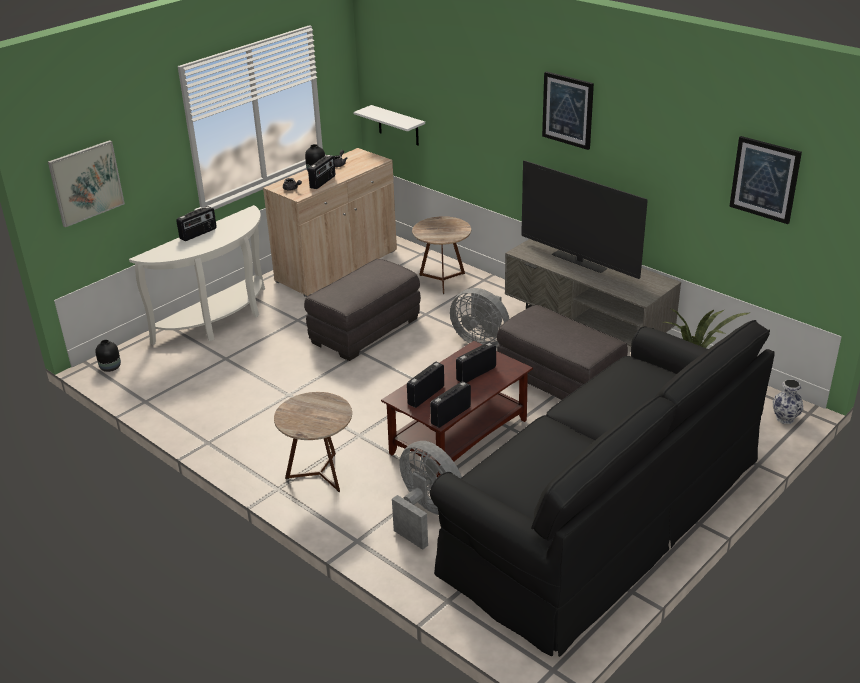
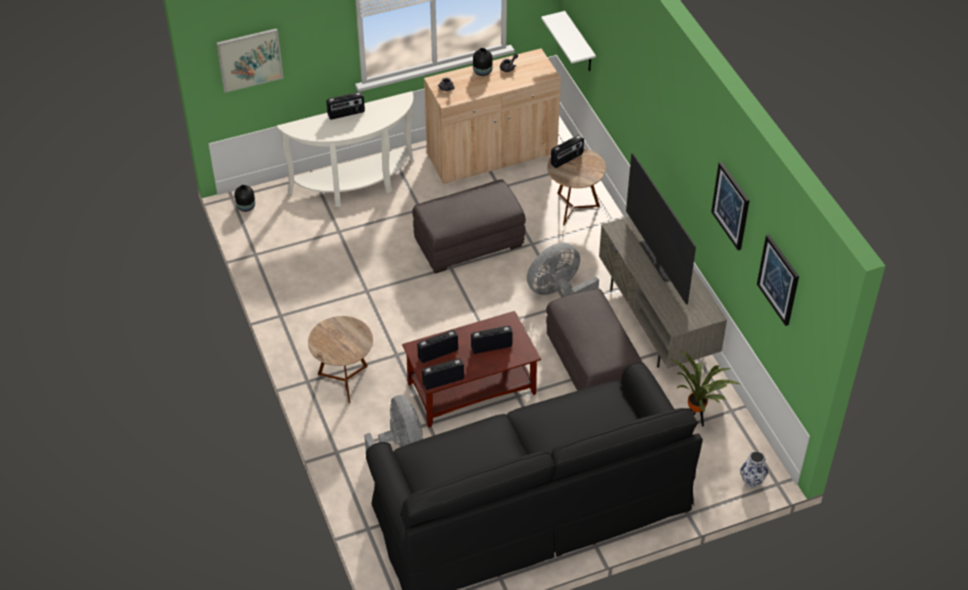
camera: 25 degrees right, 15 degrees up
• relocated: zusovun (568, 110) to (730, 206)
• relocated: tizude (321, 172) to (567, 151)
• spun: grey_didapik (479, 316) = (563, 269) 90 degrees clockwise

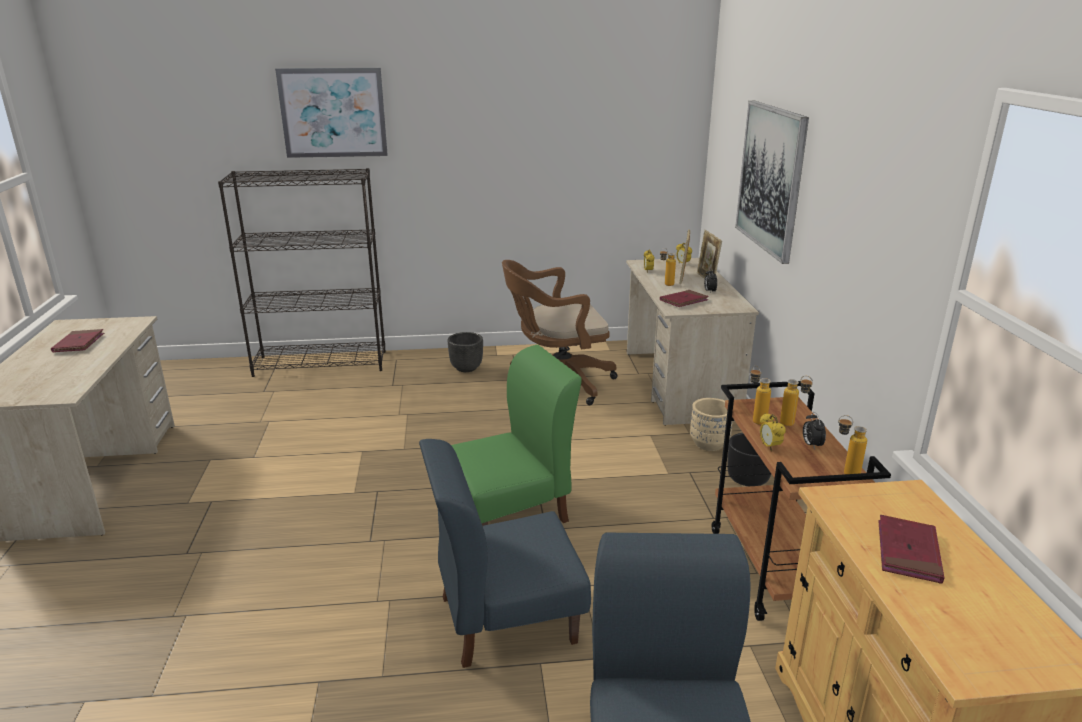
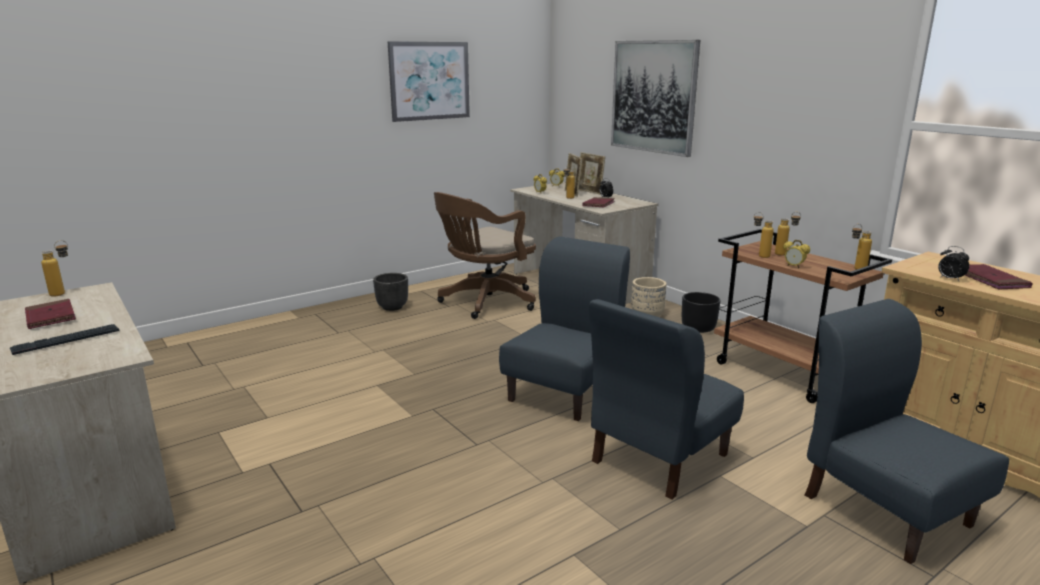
camera: 30 degrees left, 5 degrees down
• relocated: zusovun (331, 113) to (429, 81)
• missing: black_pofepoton (302, 272)
• colour: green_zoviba (516, 435) to blue_zoviba (564, 328)
• relocated: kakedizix (814, 431) to (953, 263)
• appeared: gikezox (54, 268)
• appeared: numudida (64, 339)

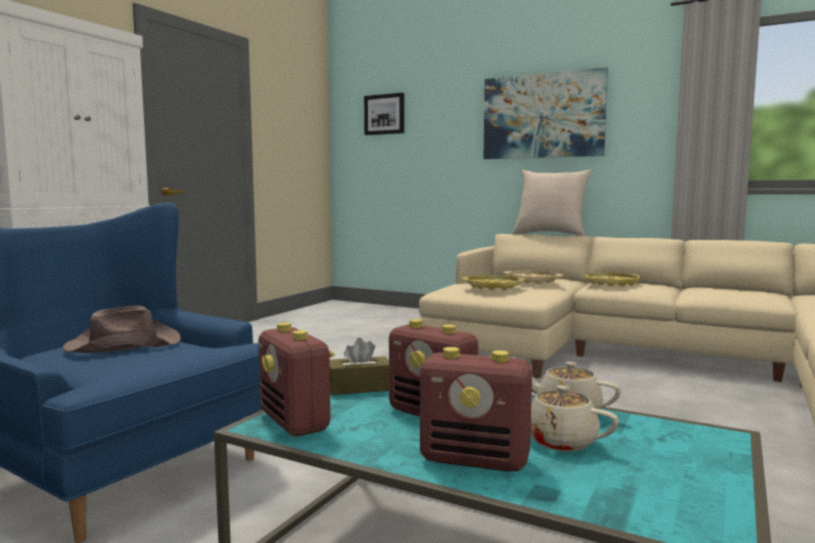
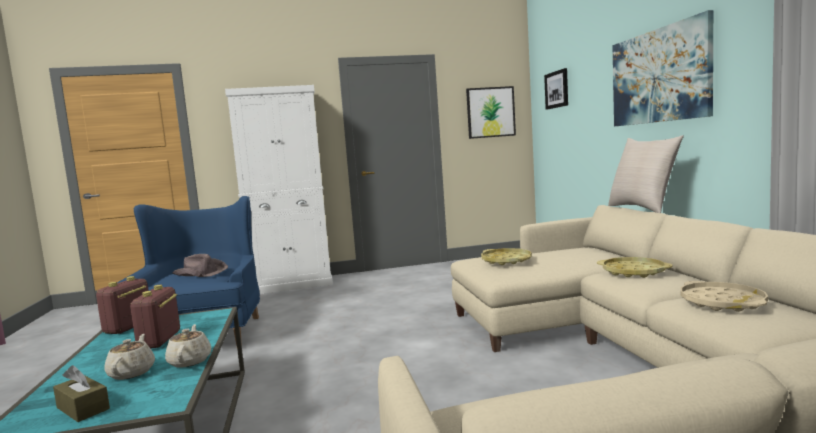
camera: 50 degrees right, 0 degrees up
• relocated: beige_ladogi (533, 277) to (724, 296)
• relocated: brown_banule (359, 366) to (81, 393)
• missing: tizude (476, 409)
• appeared: zusovun (491, 112)

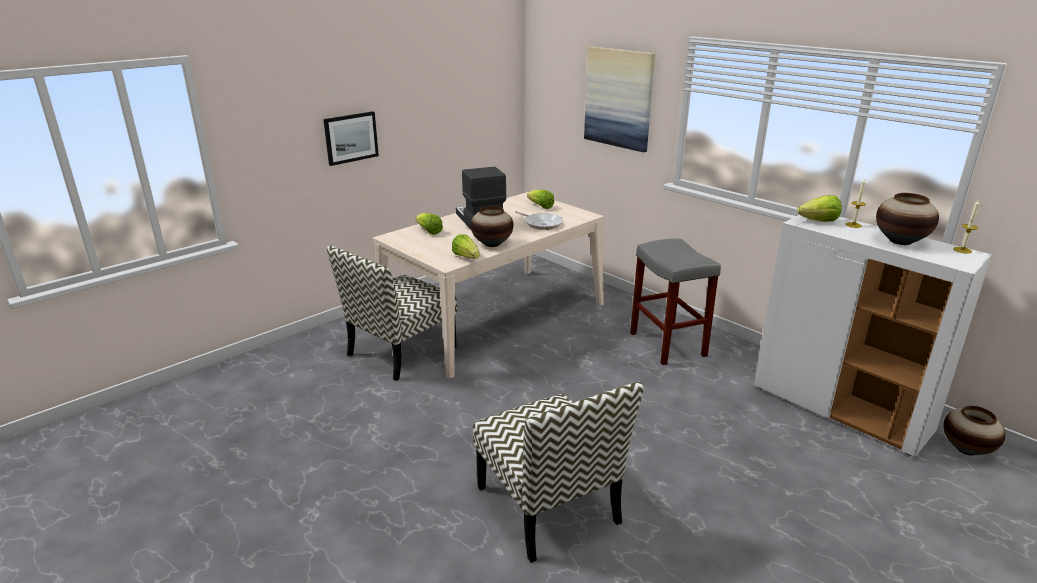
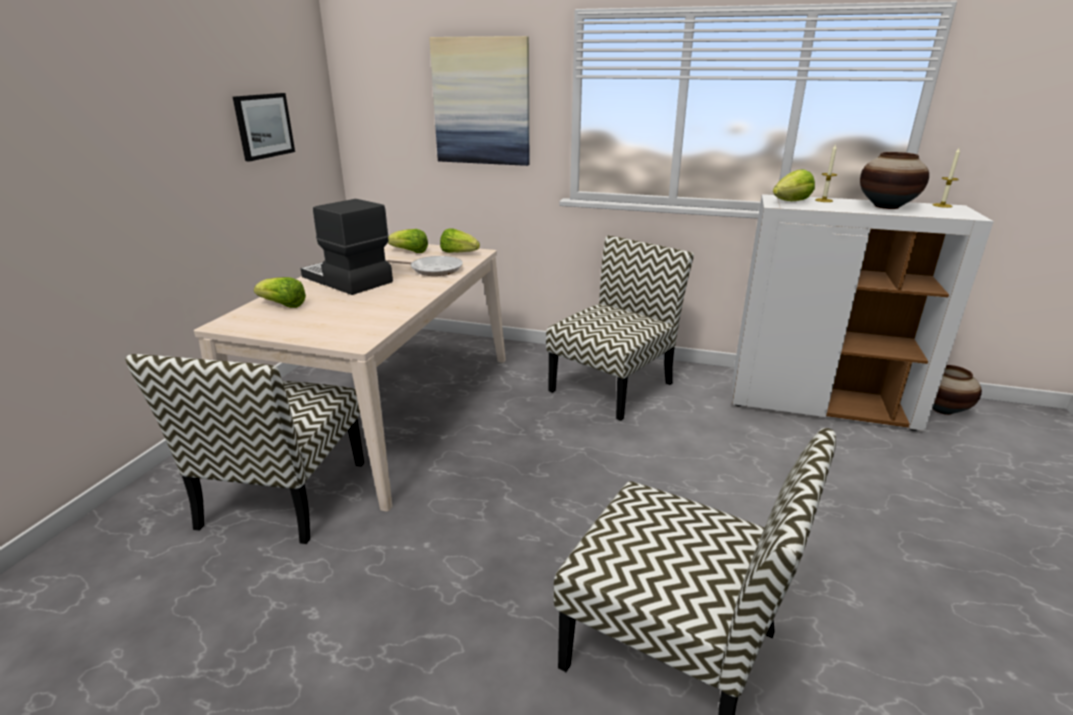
camera: 30 degrees left, 0 degrees up
• relocated: zusovun (351, 138) to (264, 127)
• missing: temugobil (491, 226)
• relocated: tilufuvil (466, 246) to (460, 240)
• exchanged: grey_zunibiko (675, 302) to zoviba (620, 328)

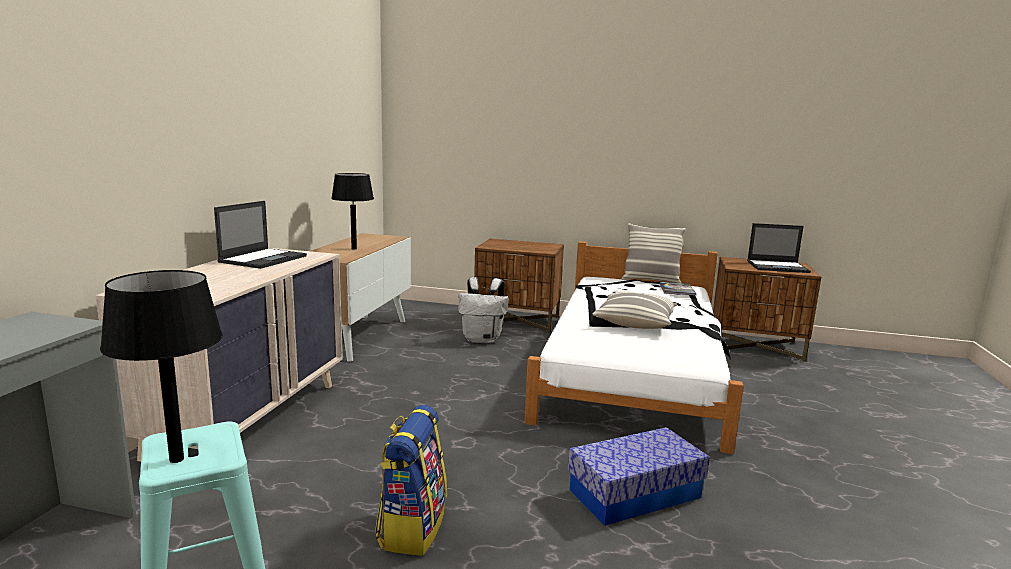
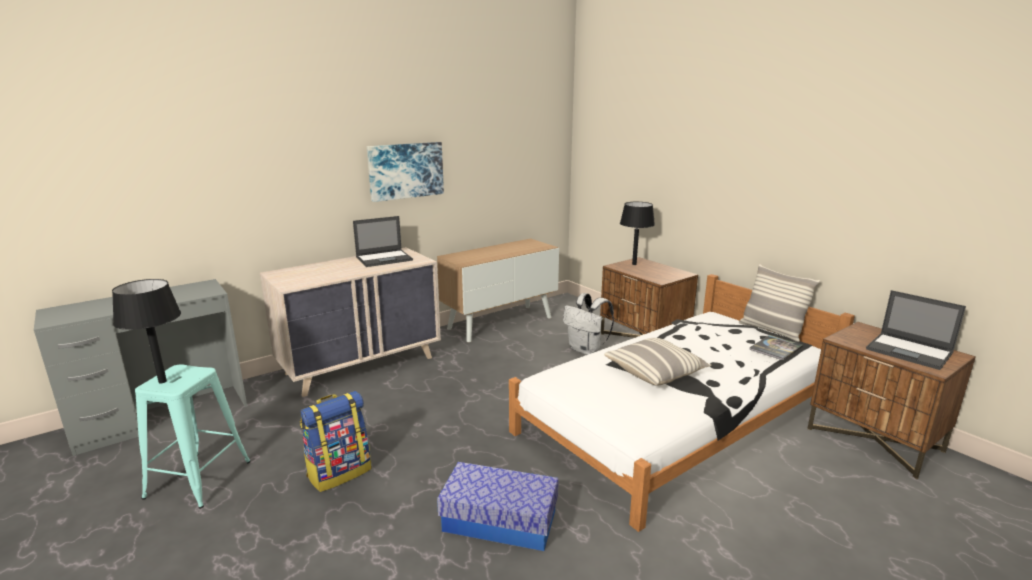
camera: 40 degrees right, 5 degrees up
• relocated: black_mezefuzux (352, 211) to (637, 233)
• appeared: zusovun (405, 172)

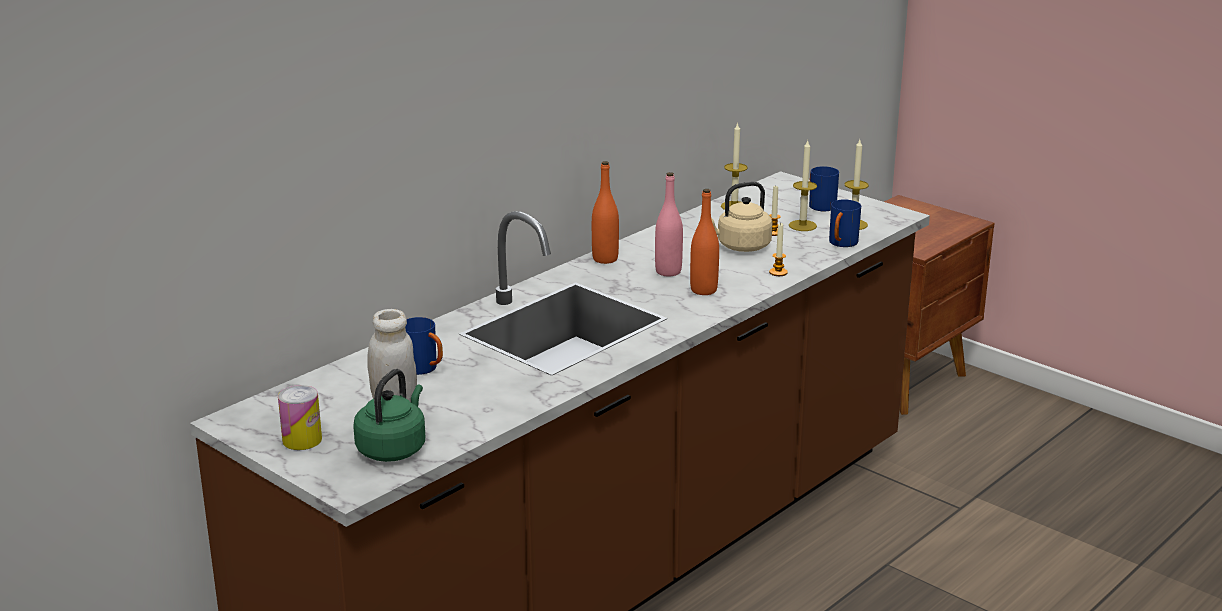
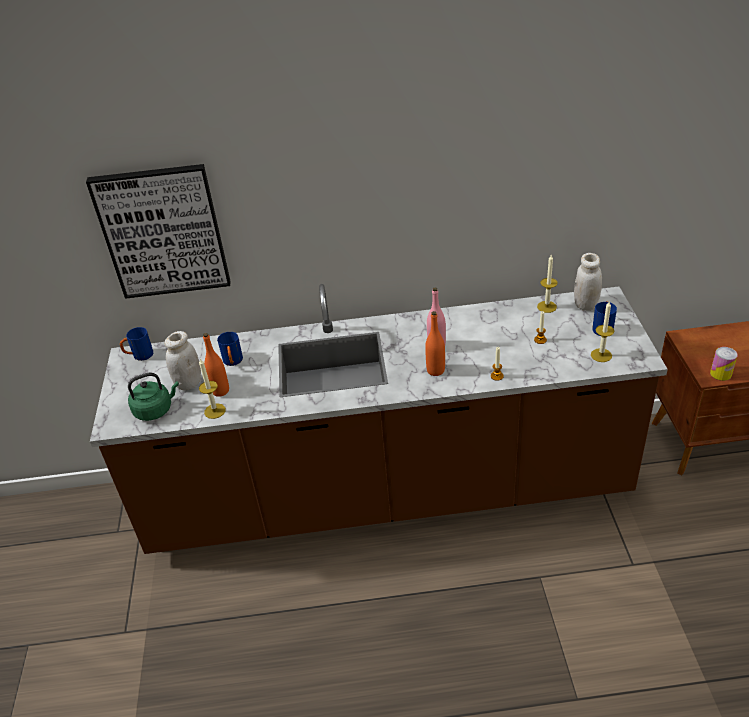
camera: 45 degrees right, 15 degrees up
• relocated: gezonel (803, 185) to (212, 389)
• relocated: orange_gikezox (605, 212) to (216, 365)
• missing: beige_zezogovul (742, 217)
• relocated: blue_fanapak (845, 223) to (136, 344)
• relocated: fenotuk (300, 417) to (724, 364)
• appeared: zusovun (158, 231)
• appeared: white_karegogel (588, 282)

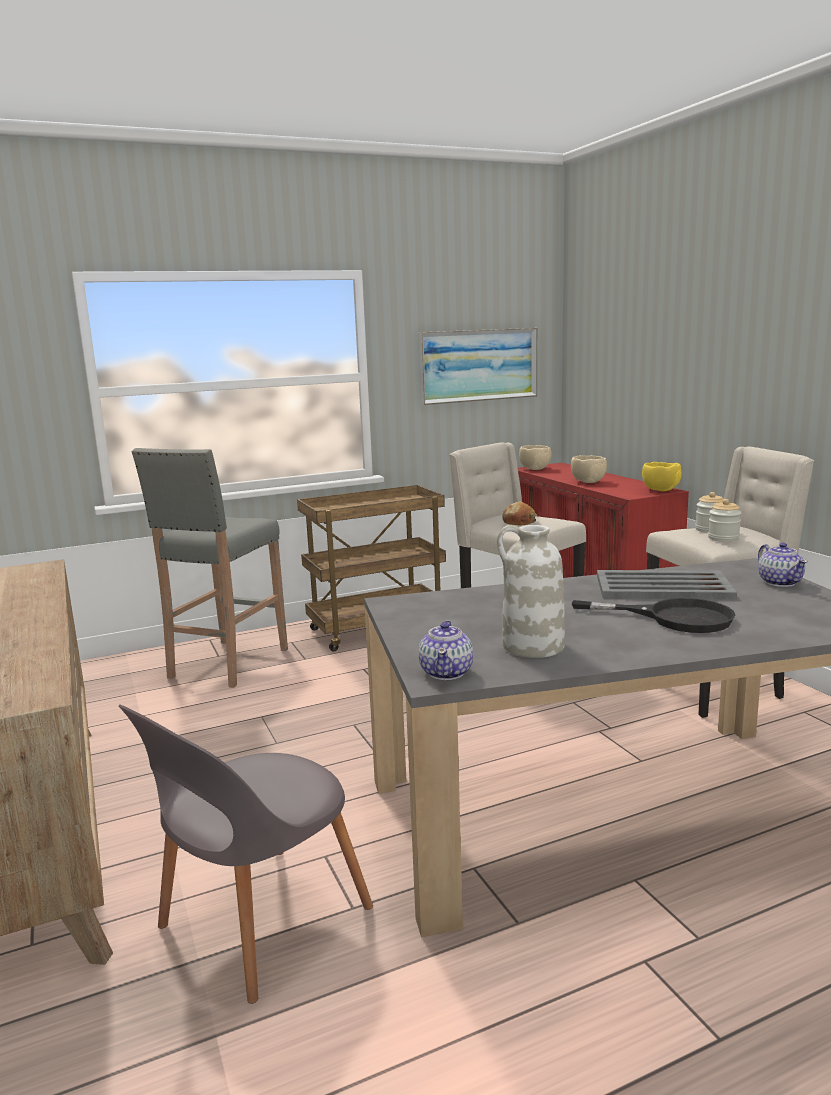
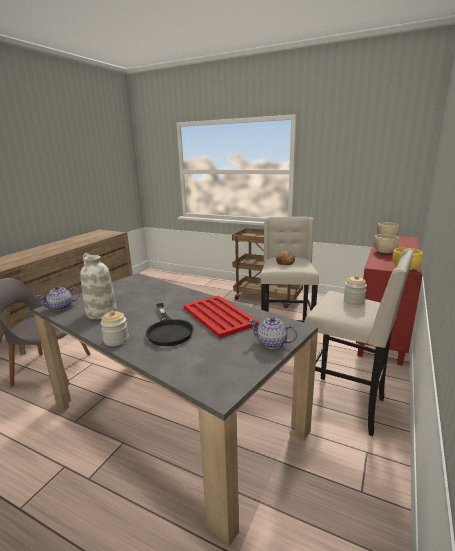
camera: 50 degrees right, 5 degrees up
• missing: zusovun (478, 366)
• missing: grey_zunibiko (210, 568)
• relocated: karegogel (724, 520) to (115, 328)
• spun: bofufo (783, 565) = (273, 333) 75 degrees clockwise
• colour: grey_ladogi (667, 585) to red_ladogi (221, 317)

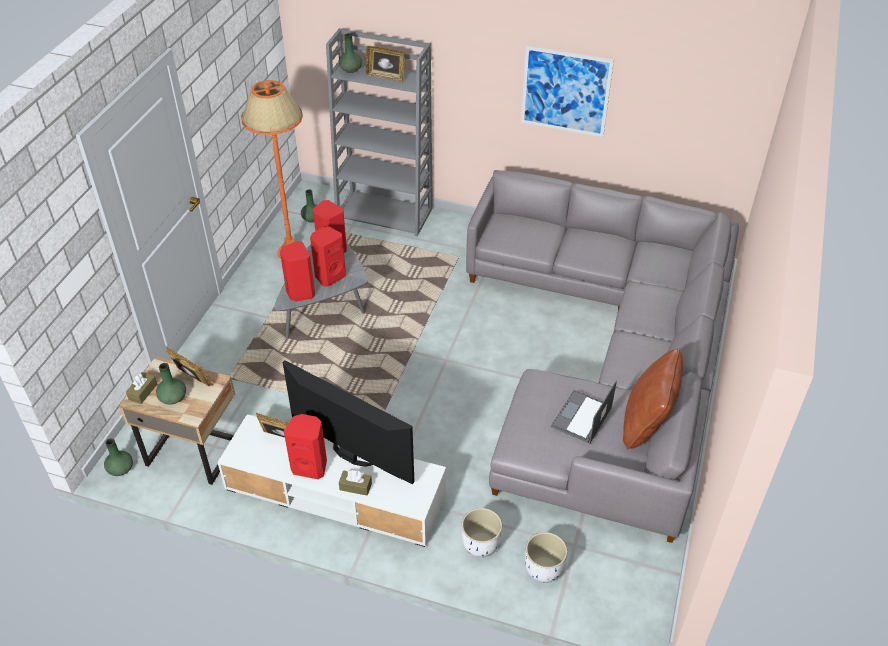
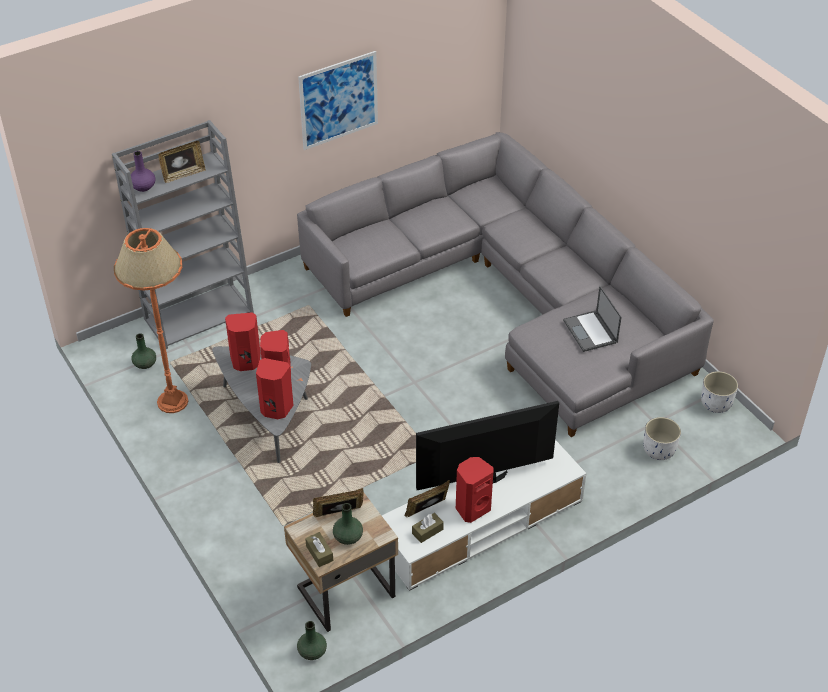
camera: 50 degrees left, 0 degrees up
• colour: green_temugobil (350, 53) to purple_temugobil (143, 171)
• missing: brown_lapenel (653, 398)
• relocated: brown_banule (355, 483) to (428, 528)
• relocated: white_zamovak (482, 532) to (719, 392)

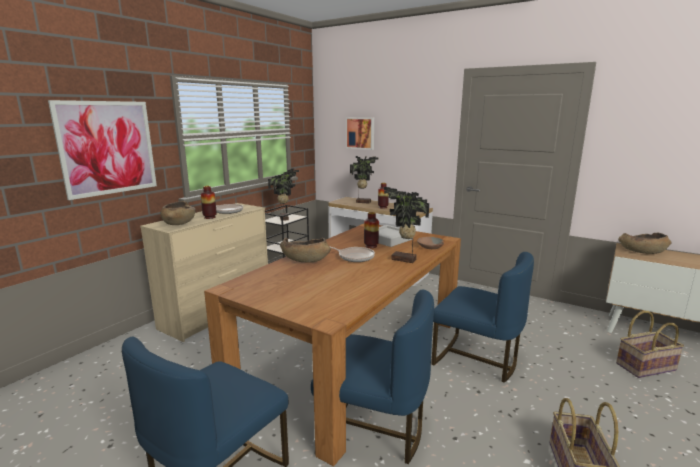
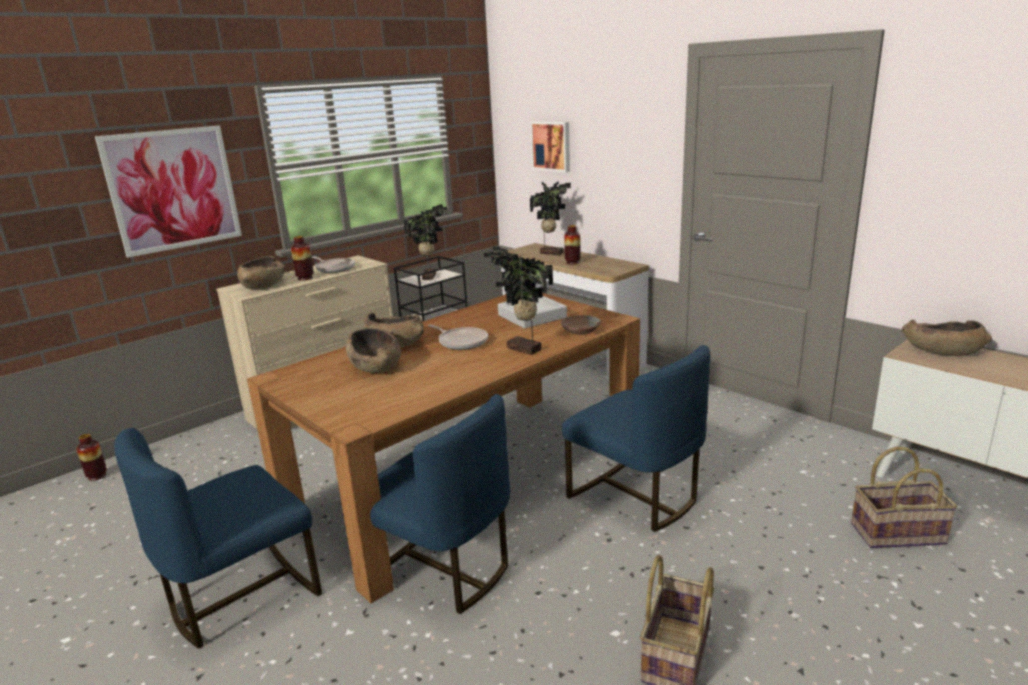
camera: 15 degrees right, 5 degrees up
• relocated: temugobil (371, 230) to (92, 457)
• appeared: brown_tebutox (373, 350)

